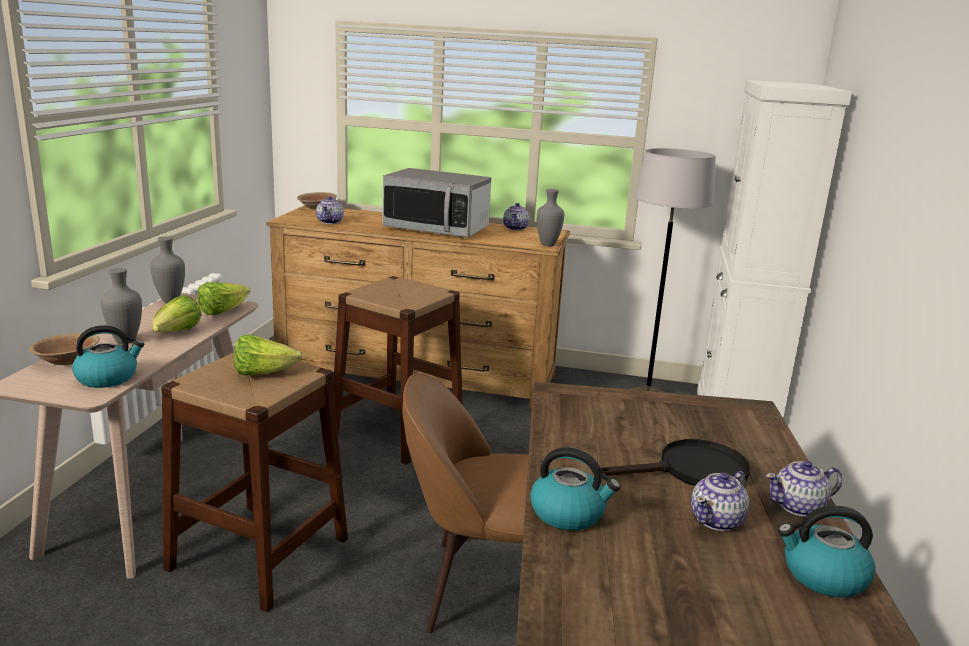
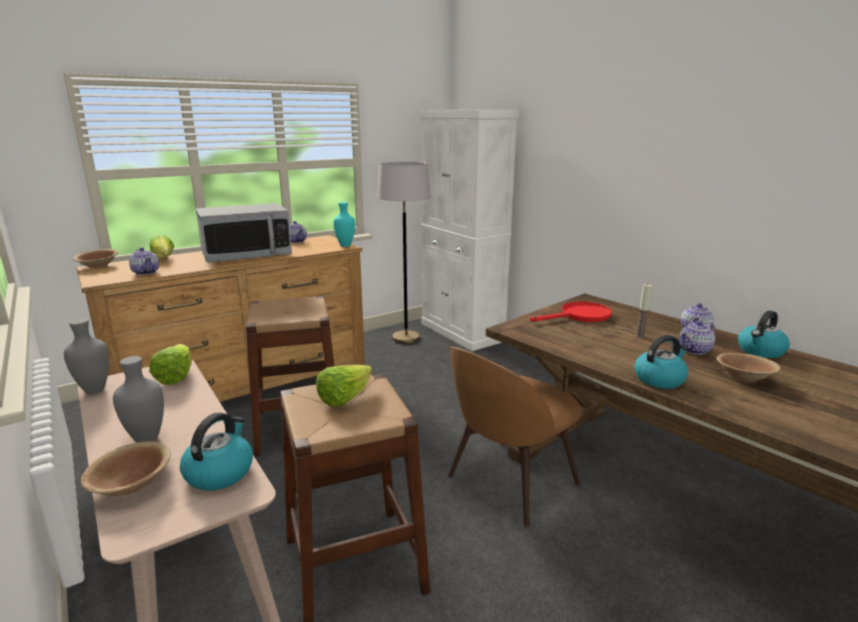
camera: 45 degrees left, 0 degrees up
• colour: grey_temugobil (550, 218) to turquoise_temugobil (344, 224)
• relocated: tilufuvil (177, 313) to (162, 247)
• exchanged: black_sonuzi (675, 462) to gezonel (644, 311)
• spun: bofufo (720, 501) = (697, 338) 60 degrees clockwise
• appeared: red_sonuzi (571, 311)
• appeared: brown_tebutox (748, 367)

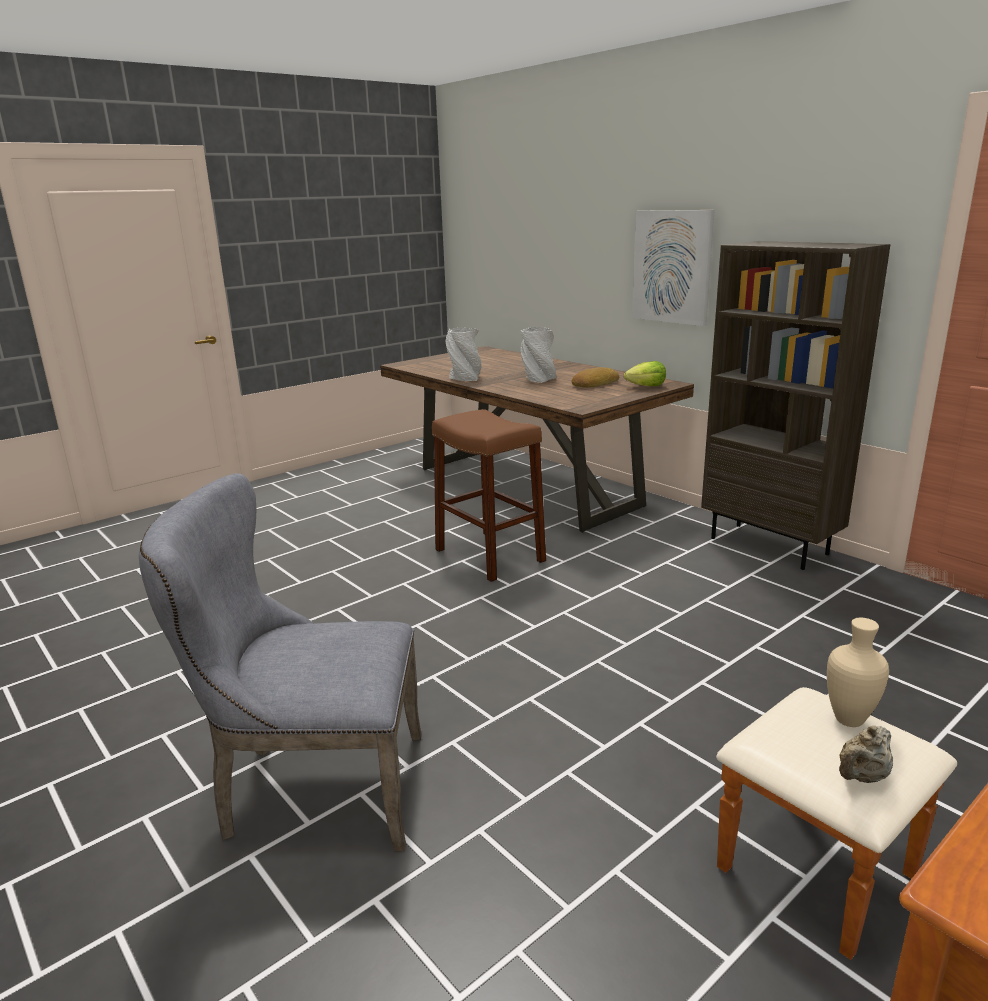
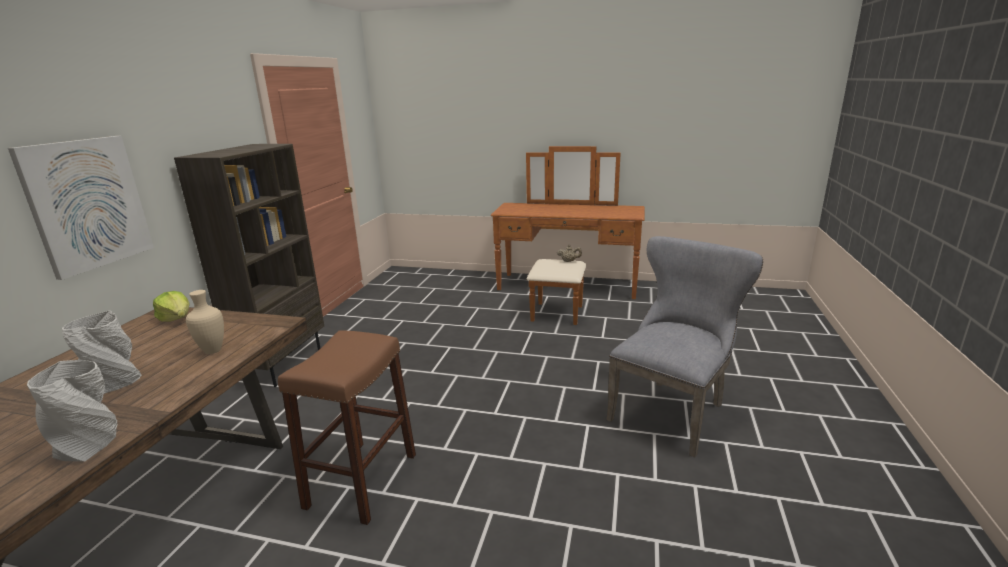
camera: 125 degrees left, 0 degrees up
• missing: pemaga (595, 377)
• spun: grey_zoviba (280, 662) = (684, 347) 105 degrees counterclockwise
• relocated: beige_temugobil (858, 672) to (205, 322)

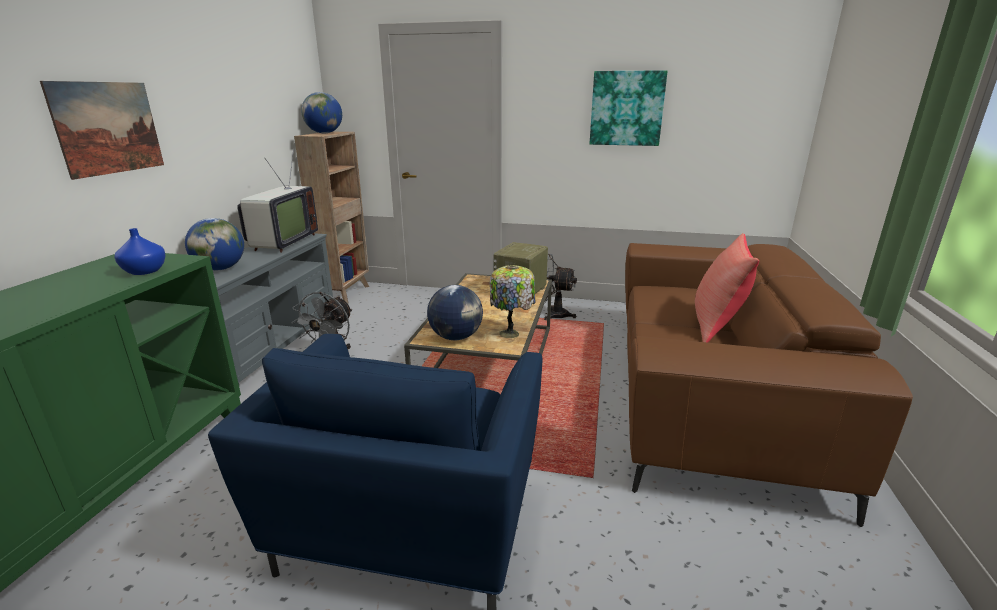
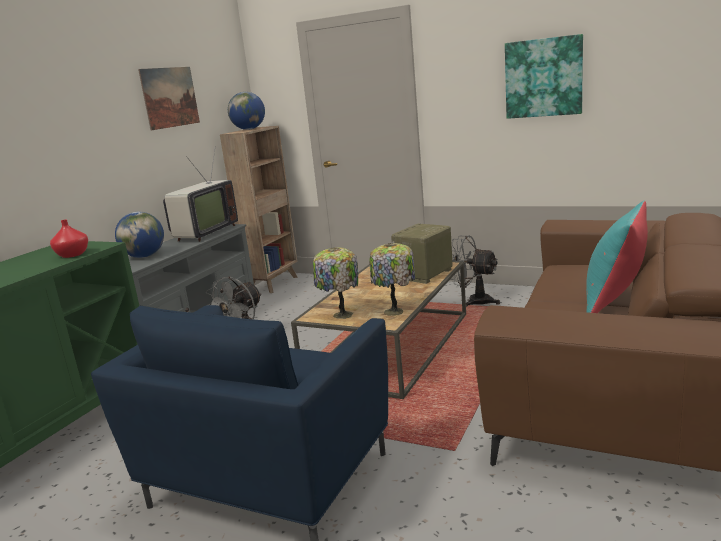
camera: 15 degrees right, 5 degrees down
• relocated: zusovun (102, 130) to (169, 99)
• colour: blue_temugobil (140, 251) to red_temugobil (69, 239)
• colour: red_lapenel (727, 288) to turquoise_lapenel (617, 257)
• exchanged: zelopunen (455, 312) to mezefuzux (335, 283)

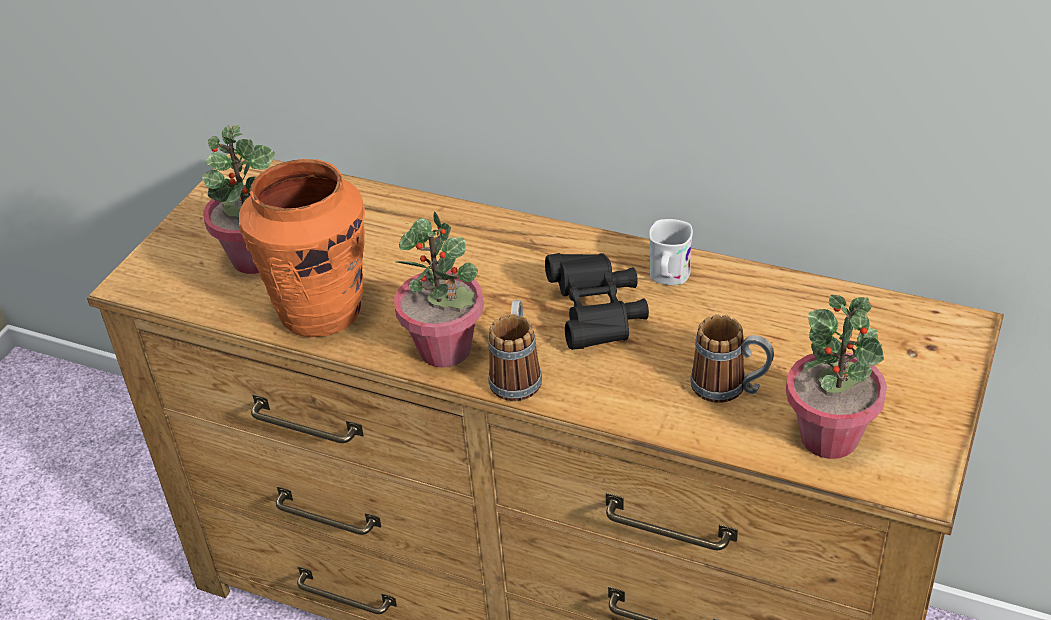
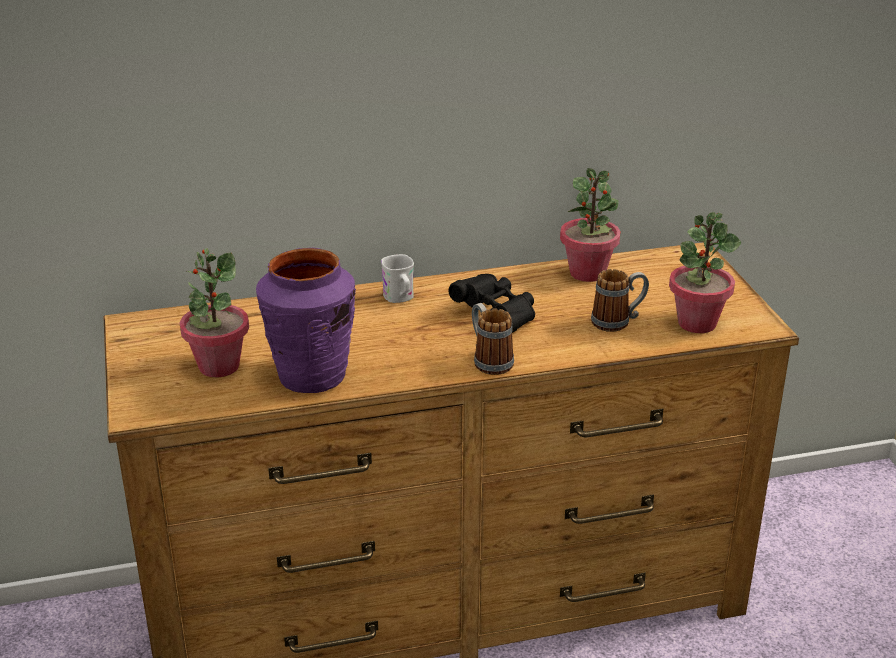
camera: 40 degrees left, 10 degrees down
• colour: orange_temugobil (302, 248) to purple_temugobil (306, 320)
• relocated: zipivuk (439, 289) to (590, 225)
• relocated: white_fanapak (671, 252) to (397, 278)

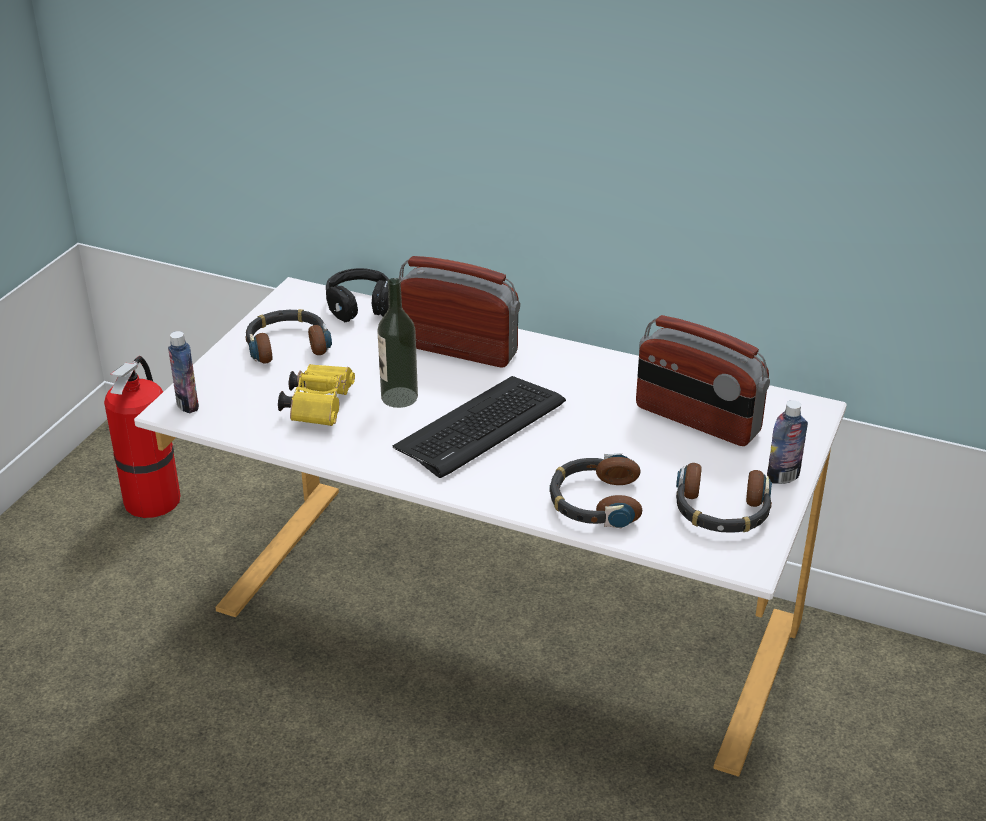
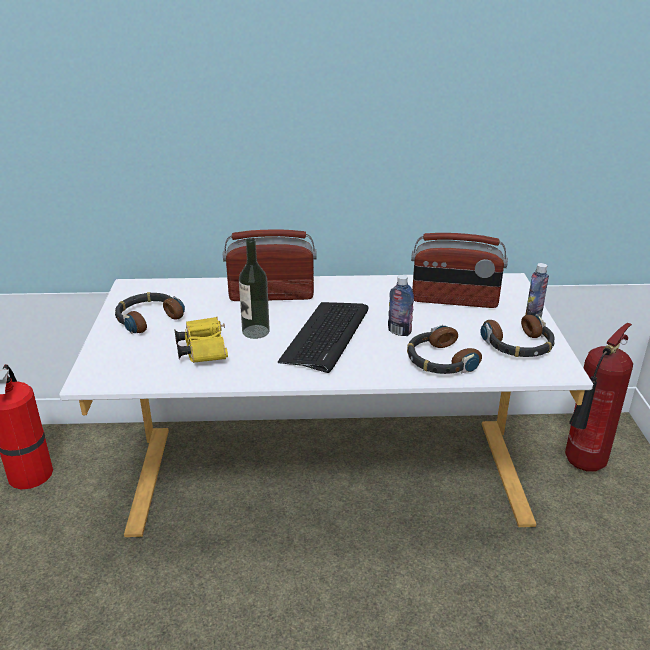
camera: 25 degrees left, 5 degrees down
• missing: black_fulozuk (357, 295)
• relocated: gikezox (183, 372) to (401, 305)
• appeared: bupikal (599, 397)

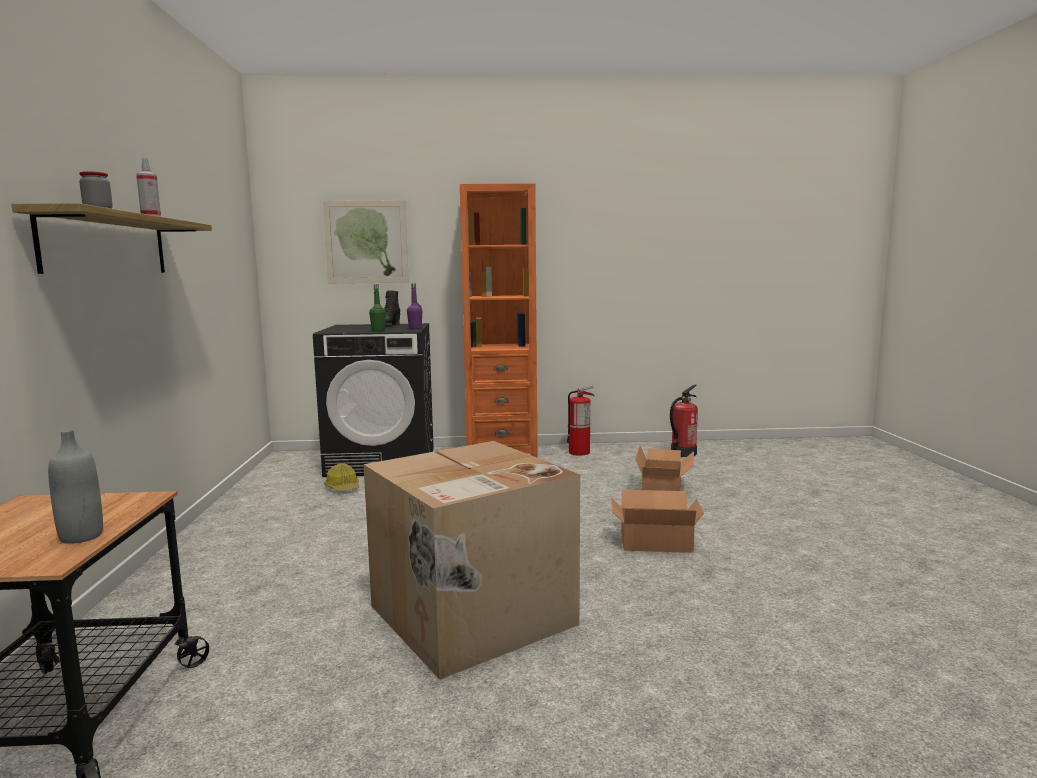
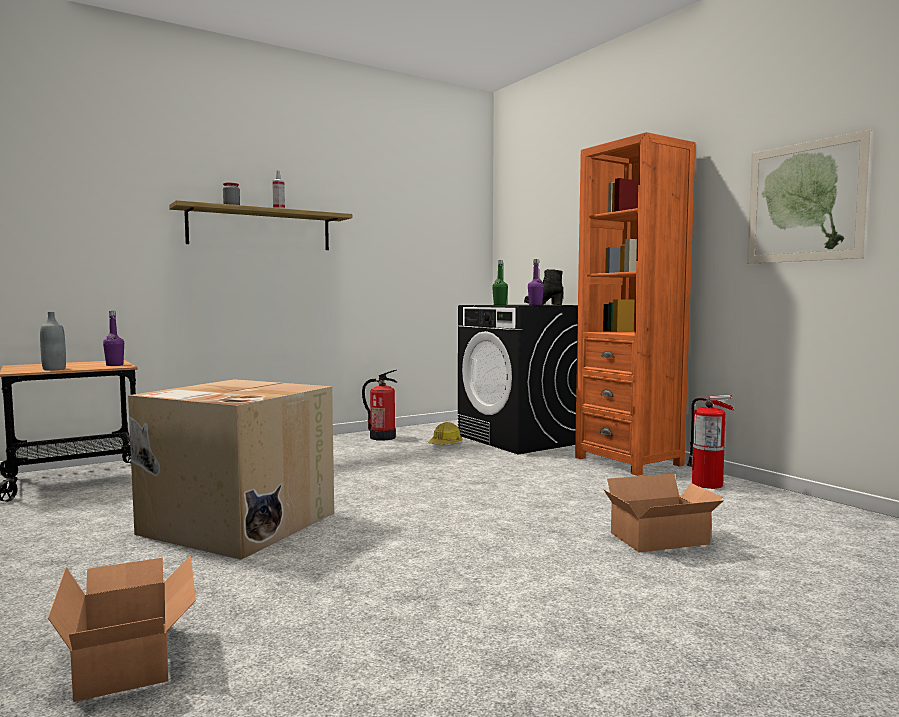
camera: 60 degrees right, 5 degrees down
• relocated: zusovun (366, 242) to (809, 197)
• relocated: bupikal (684, 421) to (379, 405)
• relocated: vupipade (657, 521) to (122, 628)
• appeared: purple_gikezox (113, 338)

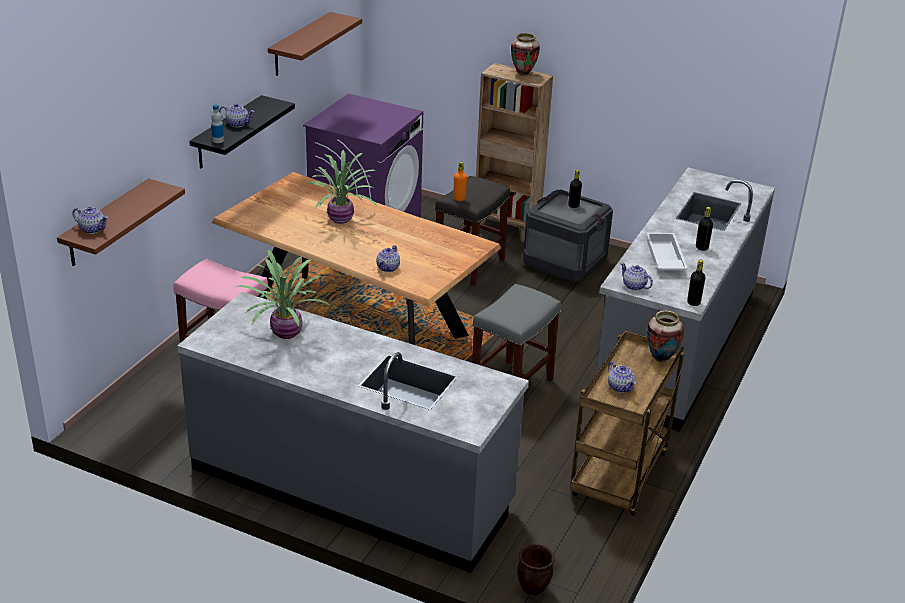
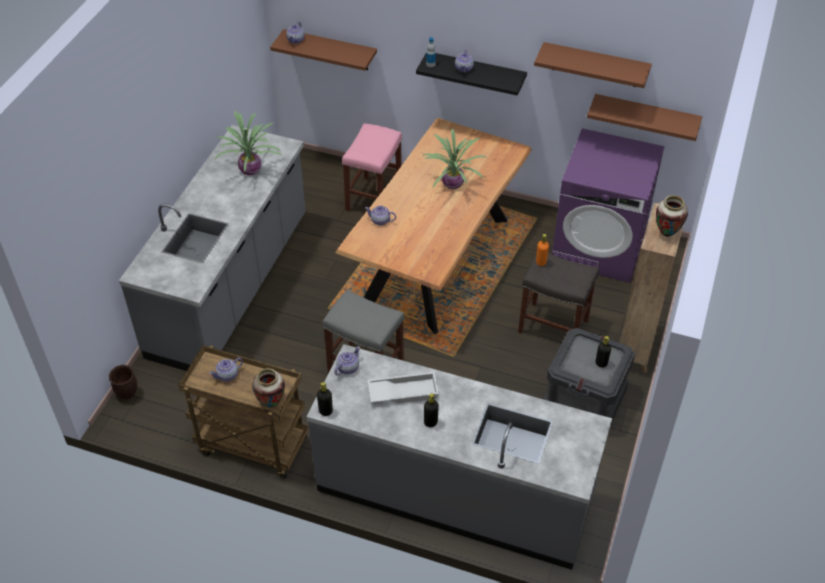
camera: 85 degrees right, 15 degrees up
• appeared: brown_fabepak (645, 117)

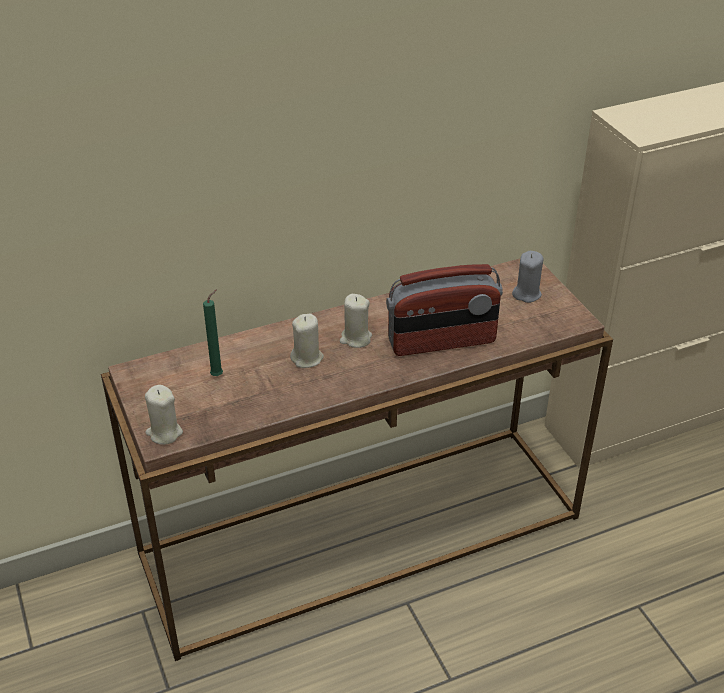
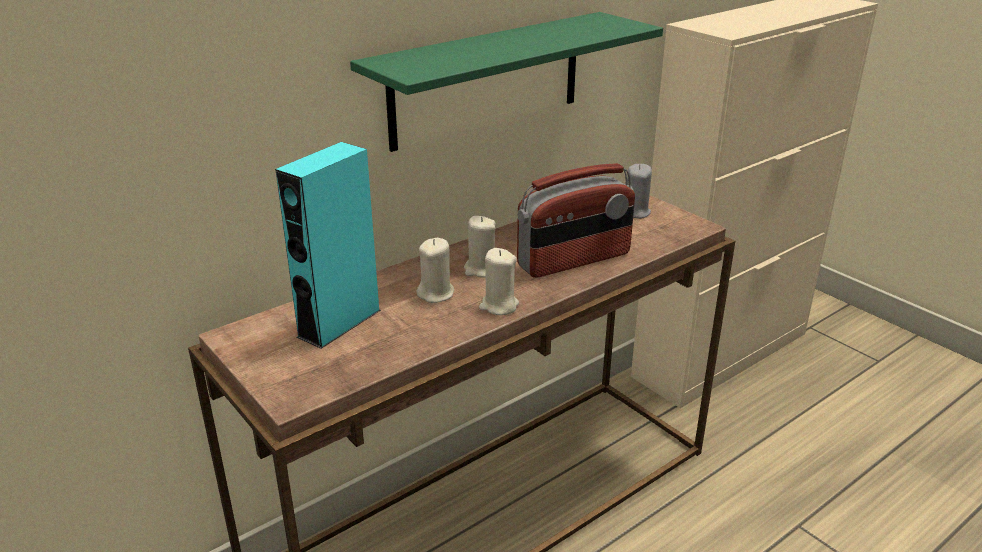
camera: 15 degrees left, 10 degrees down
• exchanged: green_gezonel (213, 332) to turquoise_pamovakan (328, 245)
• relocated: beige_gezonel (164, 415) to (499, 281)
• appeared: green_fabepak (506, 82)

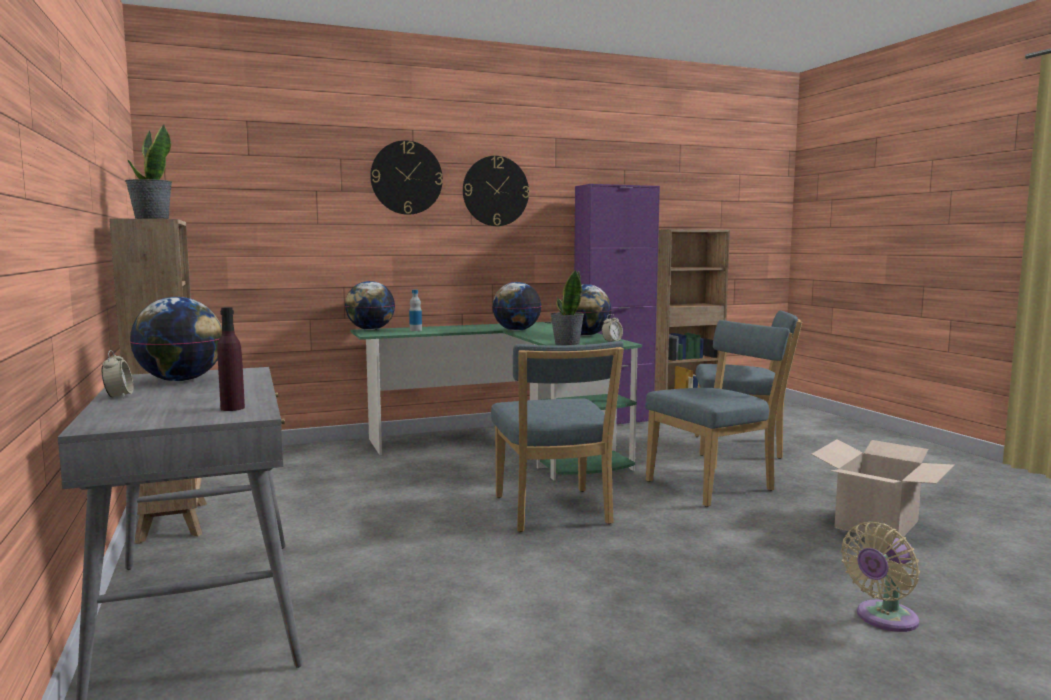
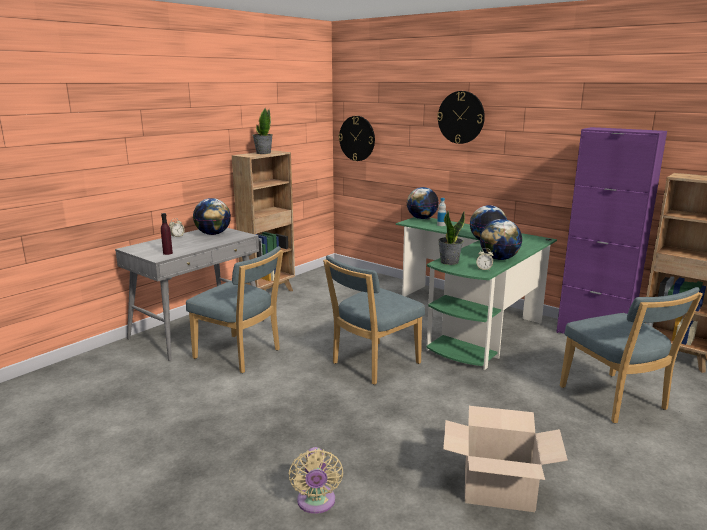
camera: 60 degrees right, 10 degrees up
• relocated: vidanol (496, 191) to (357, 138)
• relocated: blue_zoviba (719, 413) to (234, 309)
• spun: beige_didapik (880, 577) = (315, 480) 120 degrees counterclockwise

